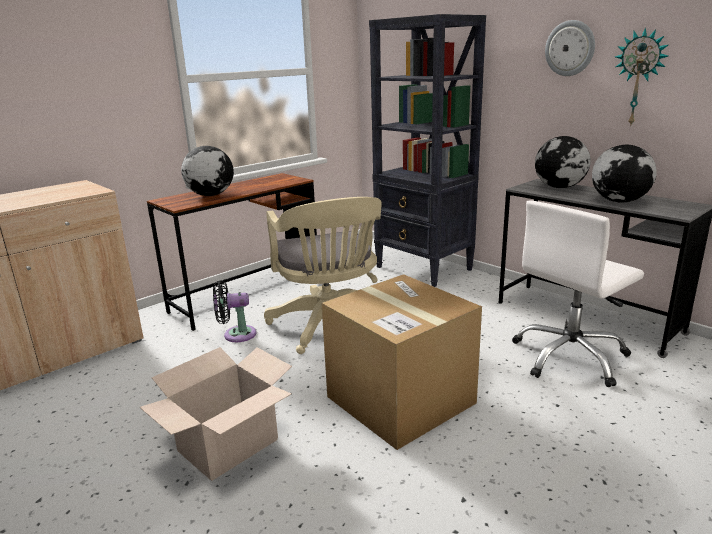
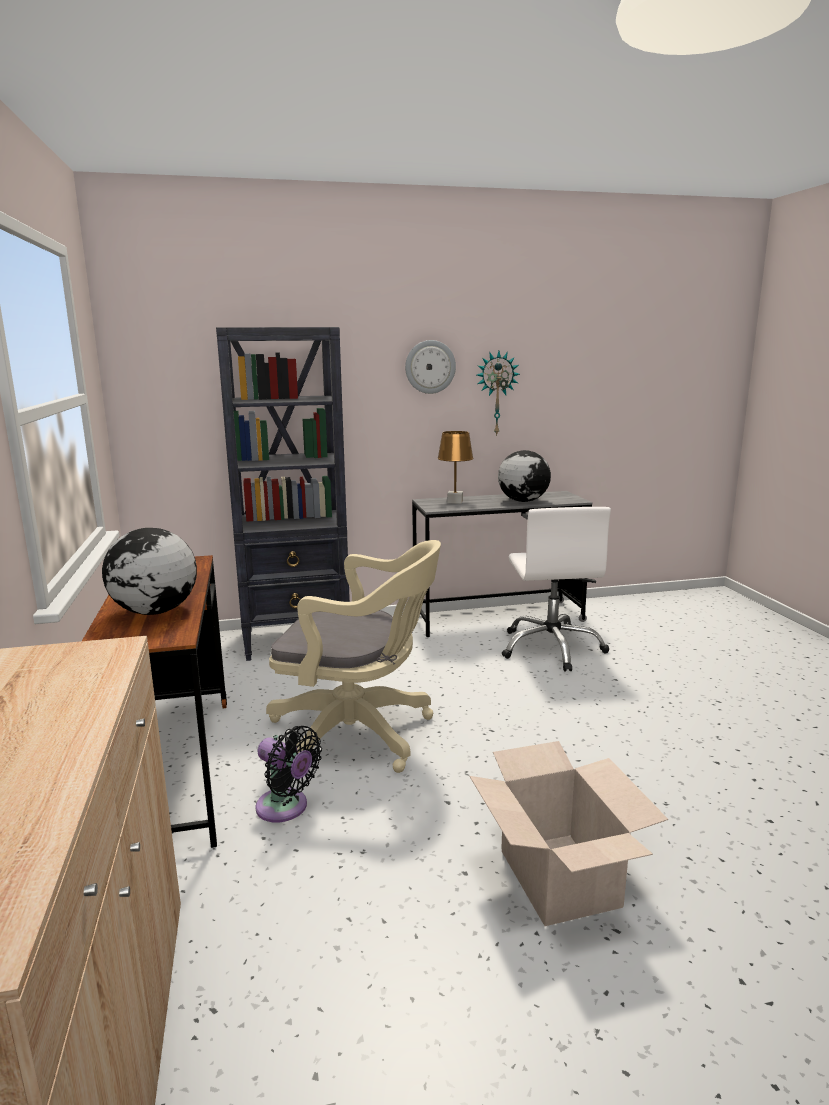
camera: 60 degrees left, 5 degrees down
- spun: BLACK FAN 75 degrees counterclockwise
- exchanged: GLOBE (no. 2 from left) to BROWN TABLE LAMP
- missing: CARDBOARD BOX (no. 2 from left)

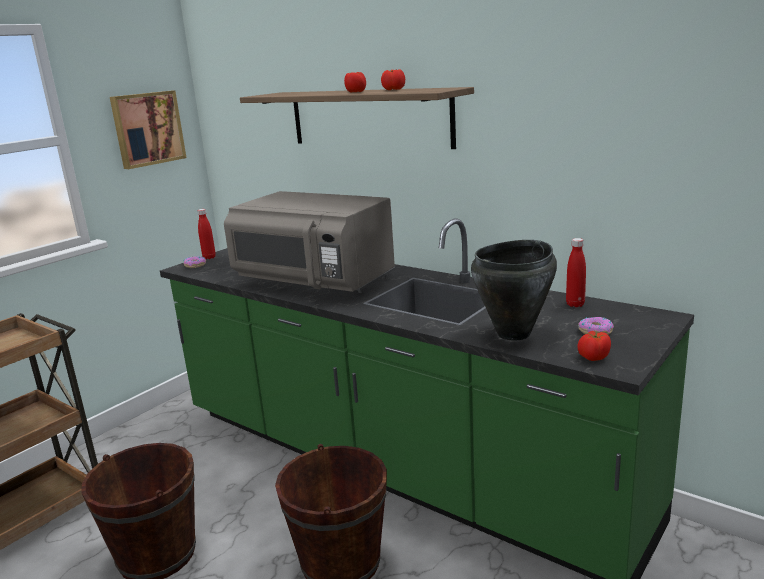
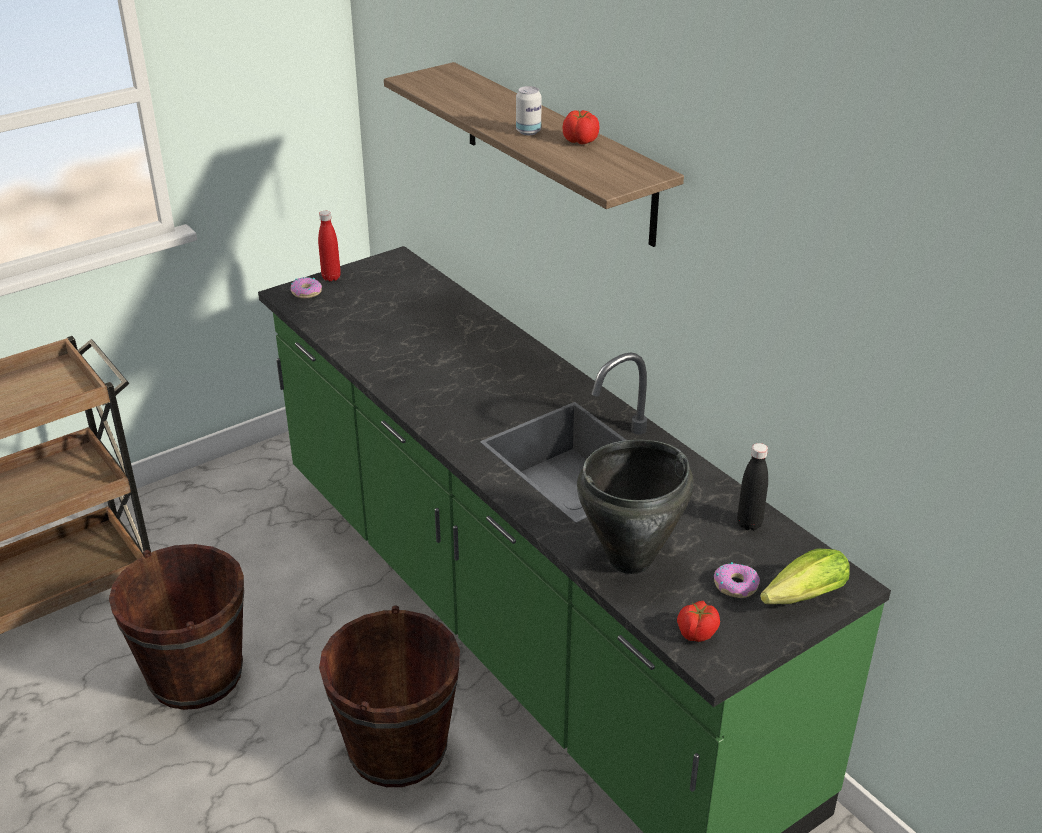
camera: 15 degrees right, 15 degrees up
- exchanged: TOMATO (no. 1 from left) to CAN
- colour: RED BOTTLE (no. 2 from left) to BLACK BOTTLE
- appeared: LETTUCE
- missing: PICTURE
- missing: GREY MICROWAVE

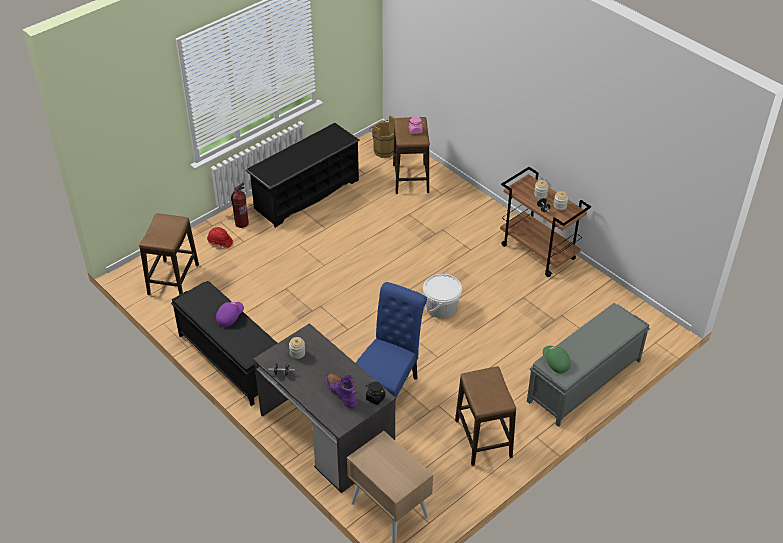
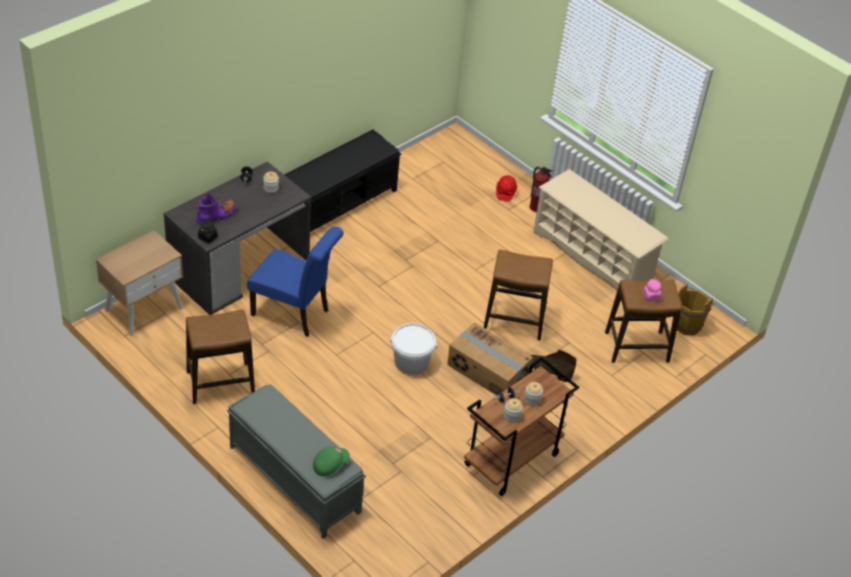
camera: 85 degrees right, 0 degrees up
- relocated: GREEN CAP
- appeared: CARDBOARD BOX
- relocated: STOOL (no. 1 from left in the first image) to STOOL (no. 2 from left)
- appeared: BROWN BOOT
- colour: BLACK SHOE RACK to BEIGE SHOE RACK
- missing: PURPLE CAP

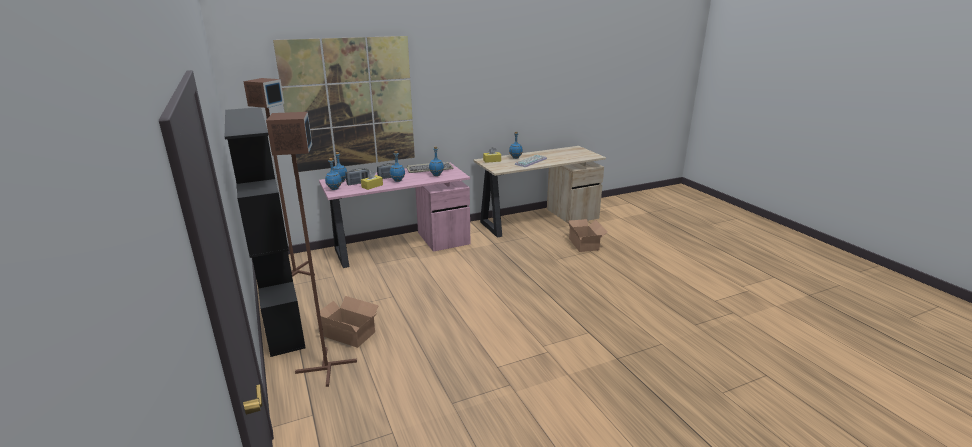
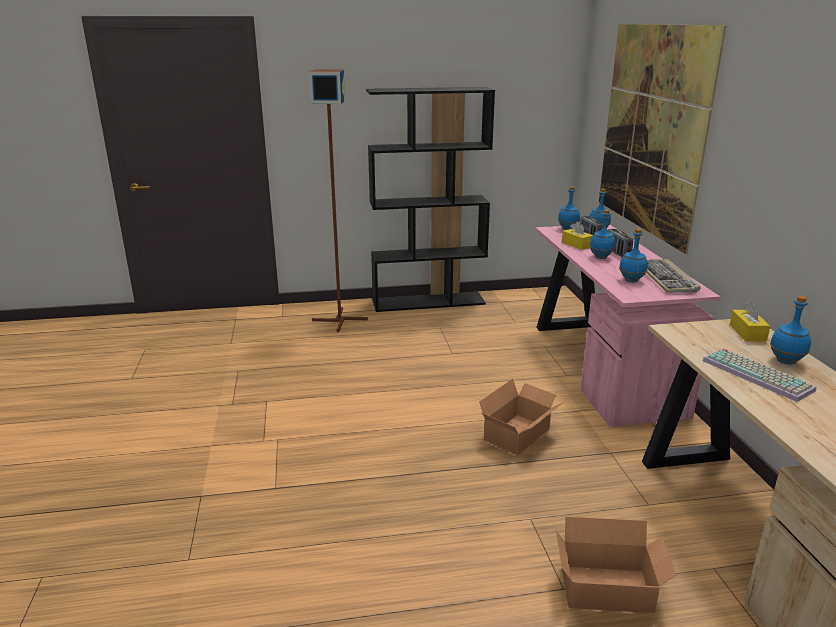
camera: 105 degrees right, 0 degrees up
- relocated: CARDBOARD BOX (no. 1 from left)
- missing: BROWN FLOOR LAMP (no. 1 from left)

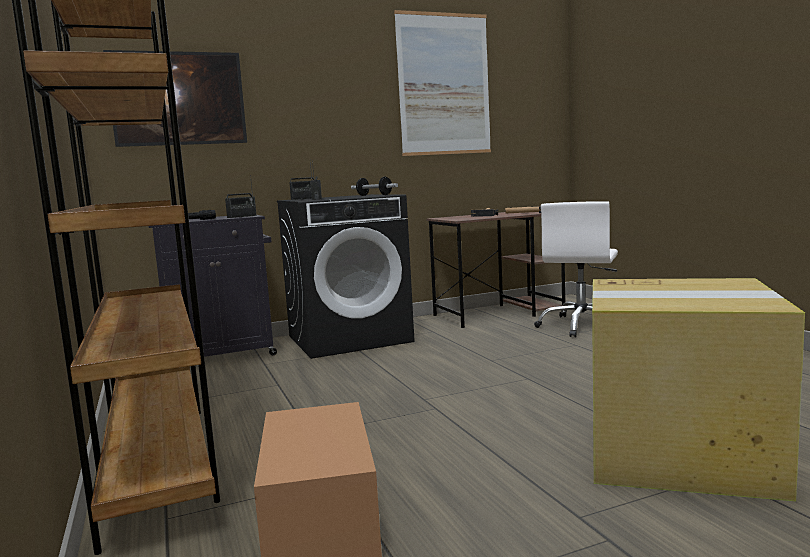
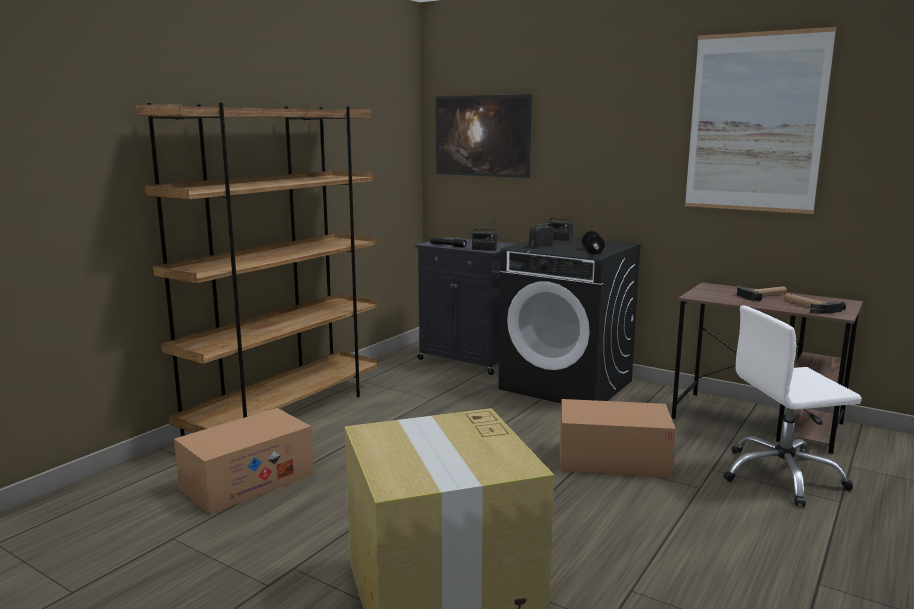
camera: 55 degrees right, 5 degrees up
- appeared: CARDBOARD BOX (no. 3 from left)

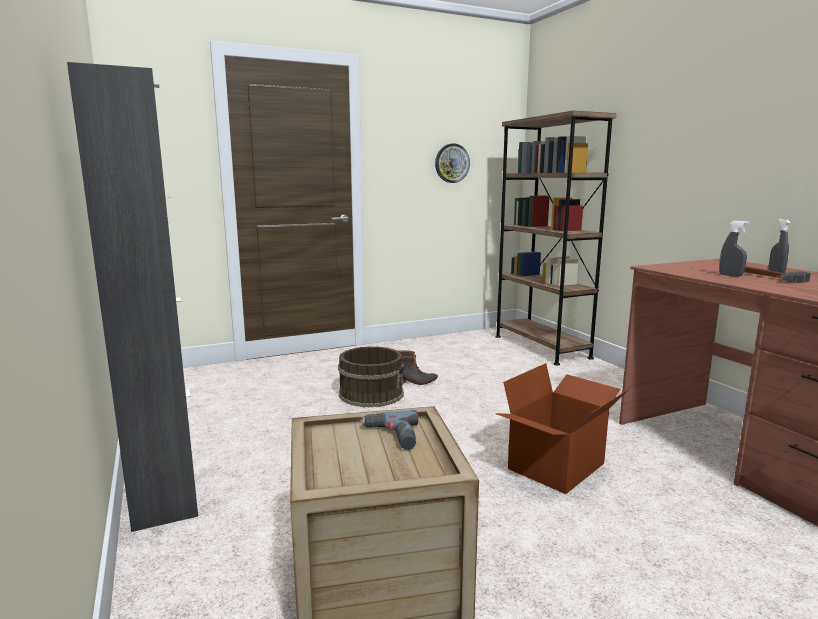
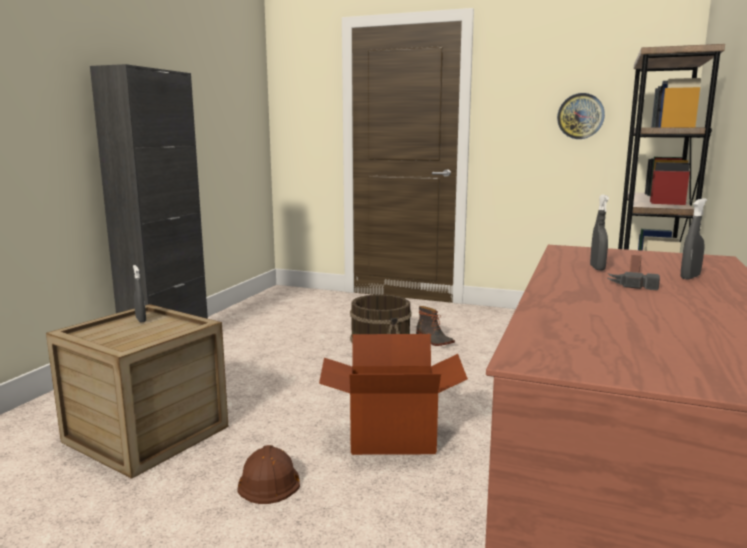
camera: 45 degrees right, 0 degrees up
- appeared: GREY SPRAY BOTTLE (no. 1 from left)
- appeared: BROWN HARD HAT
- missing: POWER DRILL

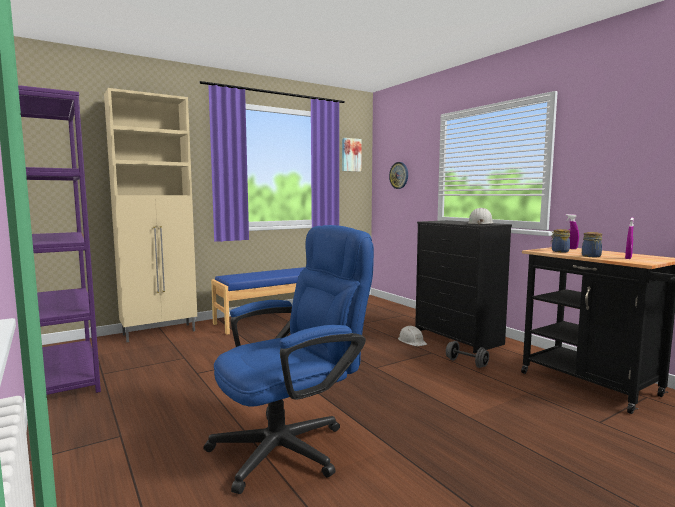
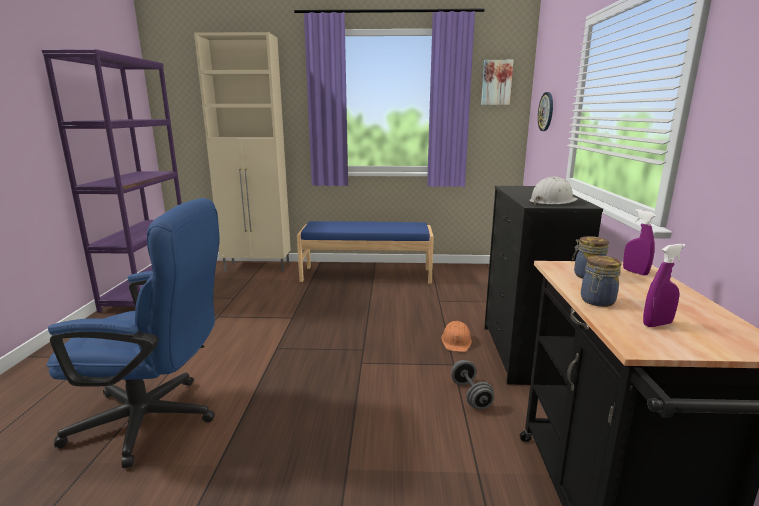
camera: 35 degrees right, 10 degrees up
- colour: WHITE HARD HAT (no. 1 from left) to ORANGE HARD HAT

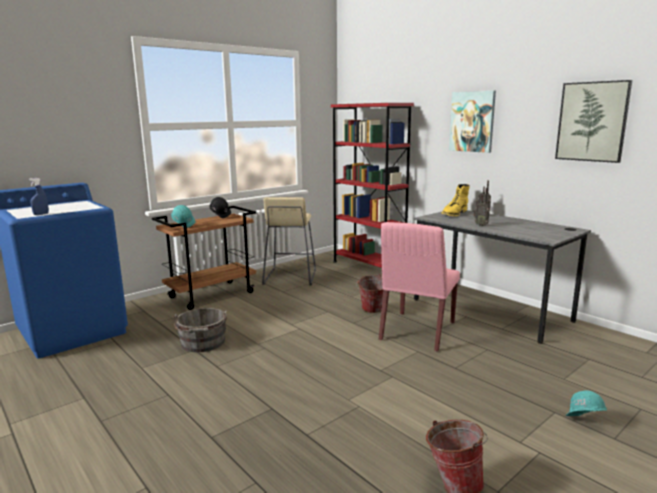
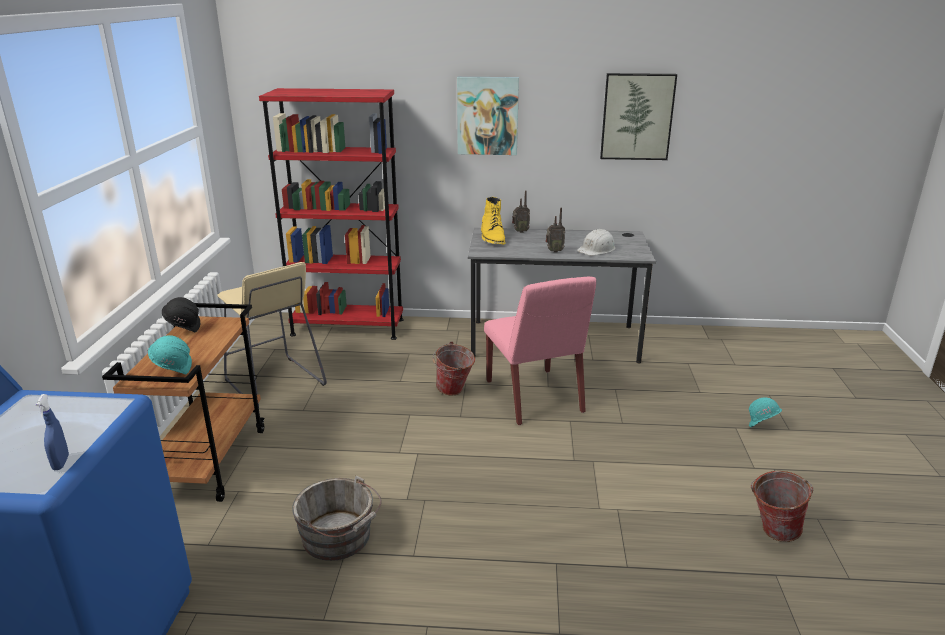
camera: 45 degrees left, 10 degrees up
- appeared: WHITE HARD HAT

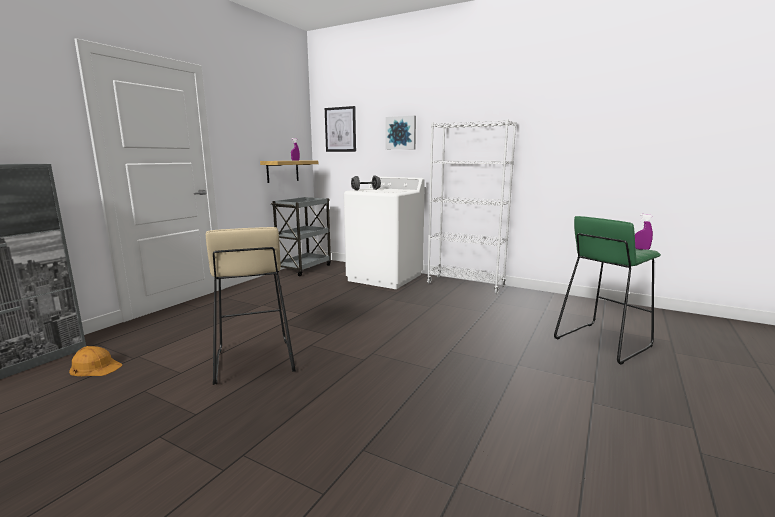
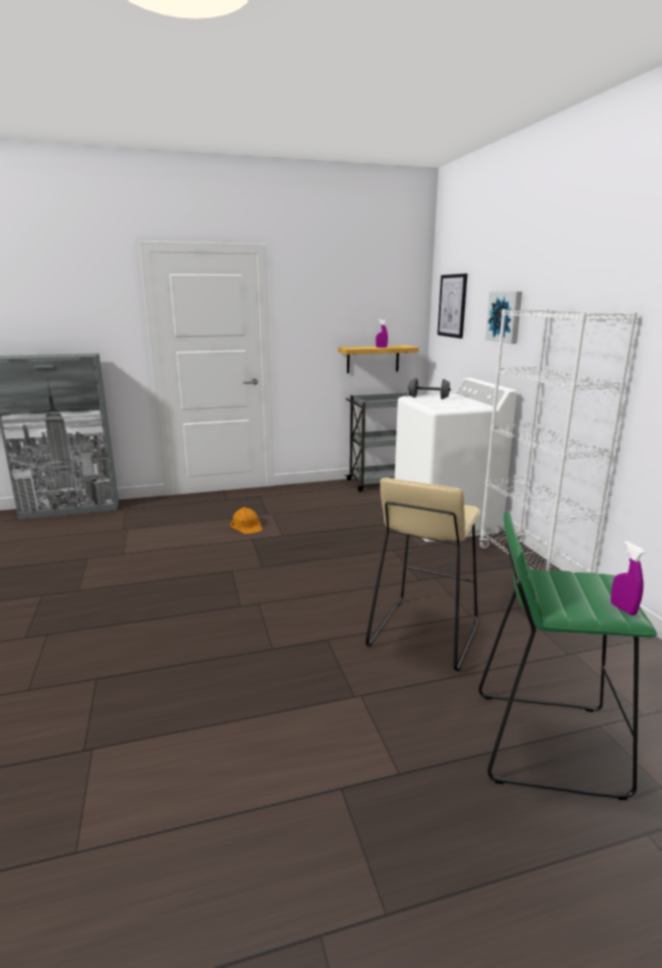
camera: 45 degrees right, 5 degrees up
- relocated: ORANGE HARD HAT
- relocated: BEIGE STOOL

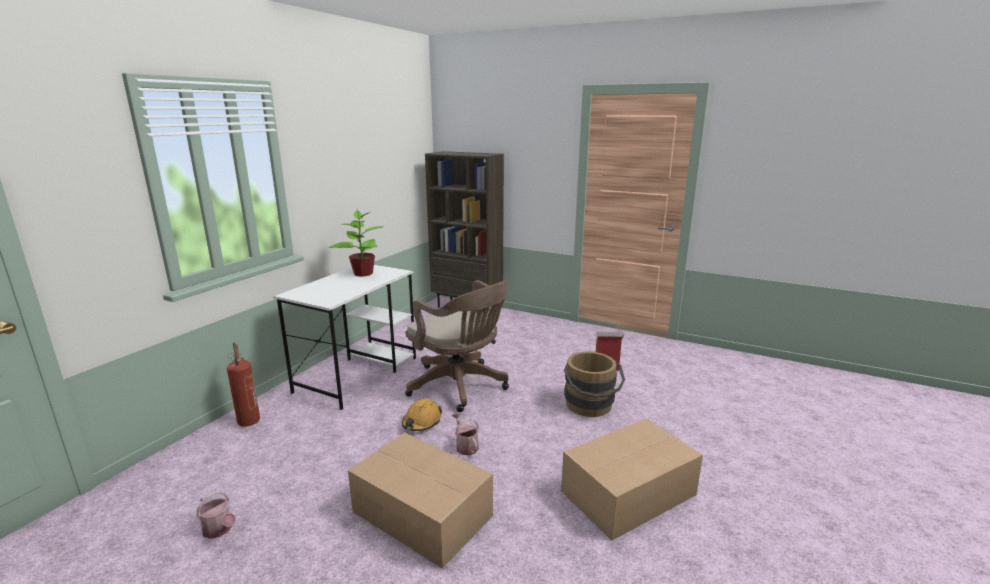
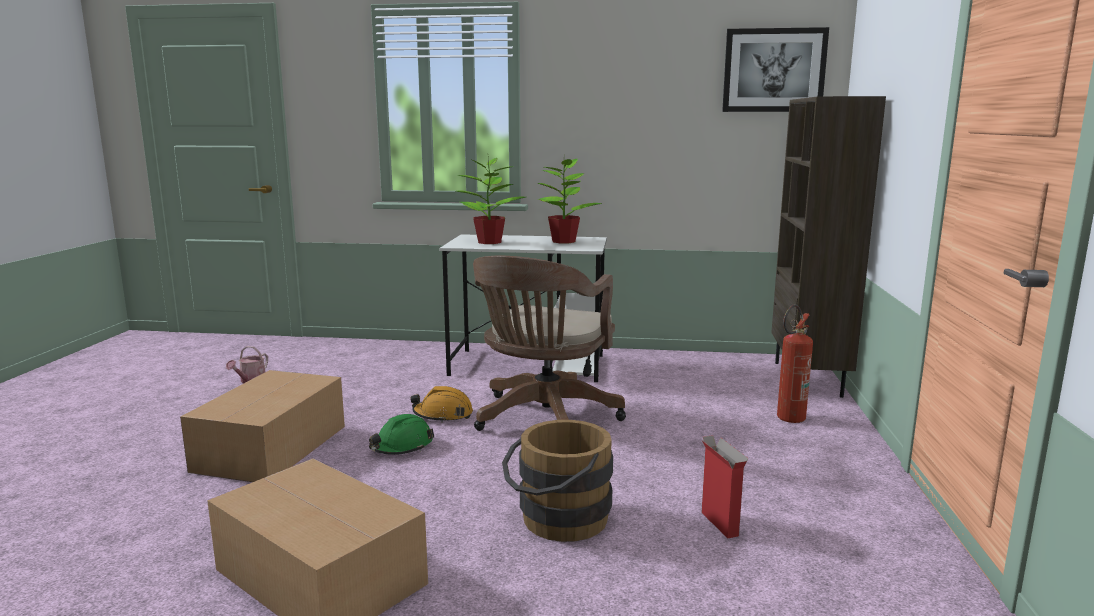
camera: 70 degrees right, 5 degrees down
- exchanged: WATERING CAN (no. 2 from left) to GREEN HARD HAT
- appeared: POTTED PLANT (no. 1 from left)
- appeared: PICTURE
- relocated: FIRE EXTINGUISHER

